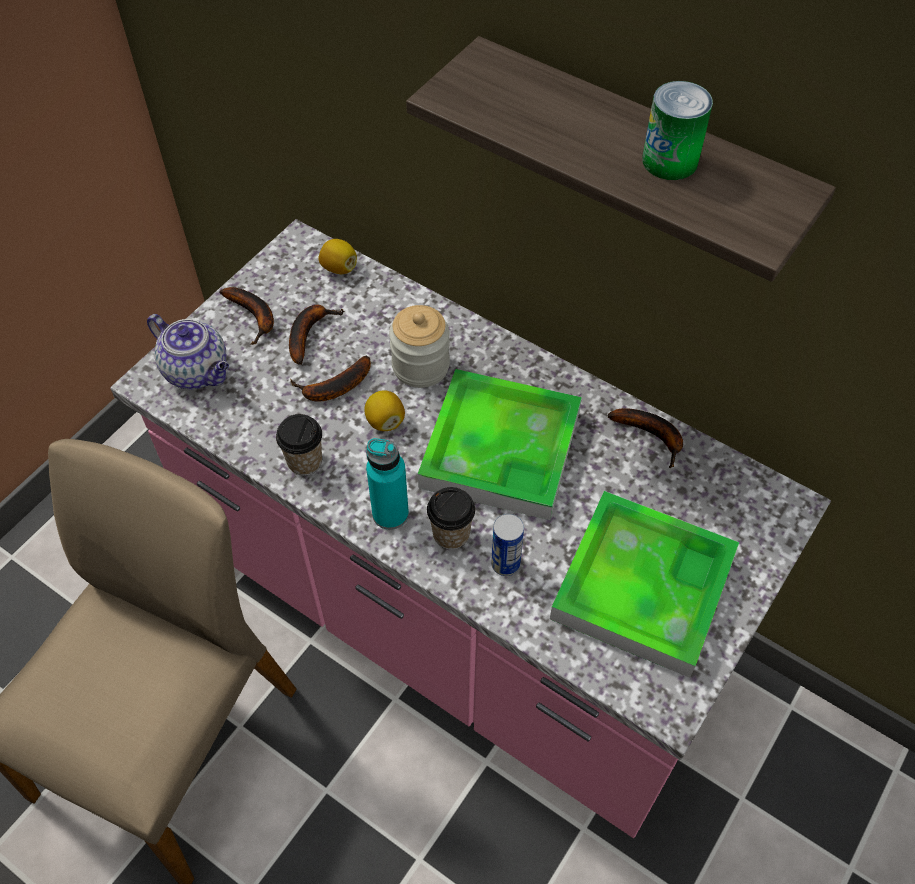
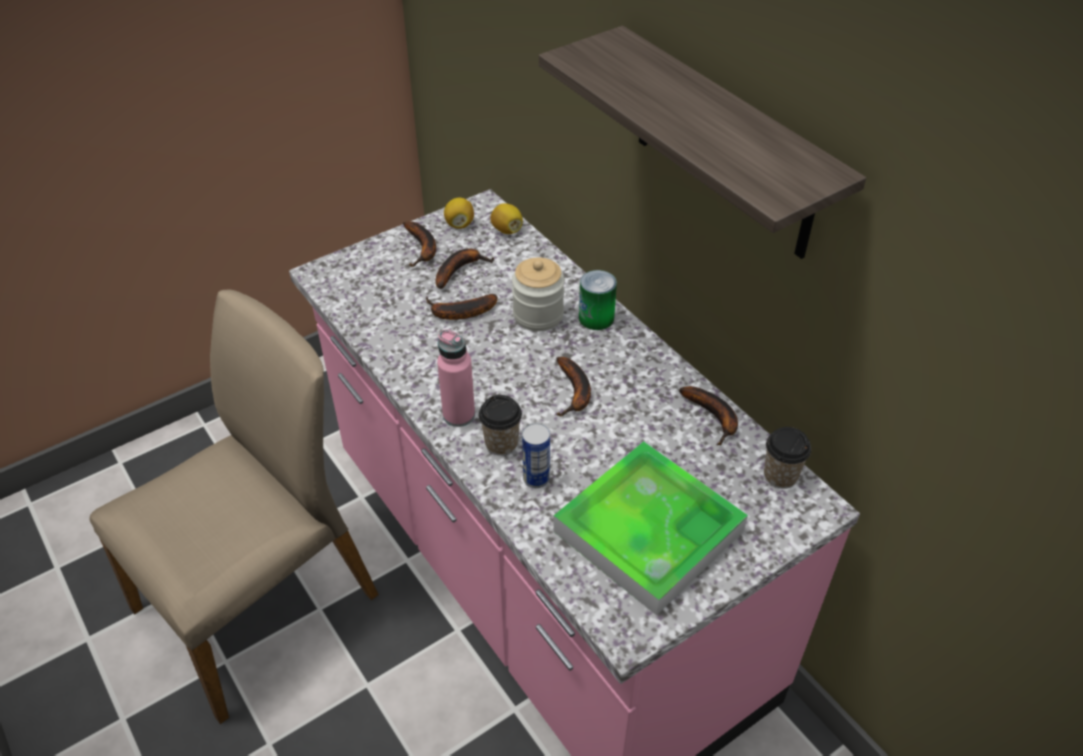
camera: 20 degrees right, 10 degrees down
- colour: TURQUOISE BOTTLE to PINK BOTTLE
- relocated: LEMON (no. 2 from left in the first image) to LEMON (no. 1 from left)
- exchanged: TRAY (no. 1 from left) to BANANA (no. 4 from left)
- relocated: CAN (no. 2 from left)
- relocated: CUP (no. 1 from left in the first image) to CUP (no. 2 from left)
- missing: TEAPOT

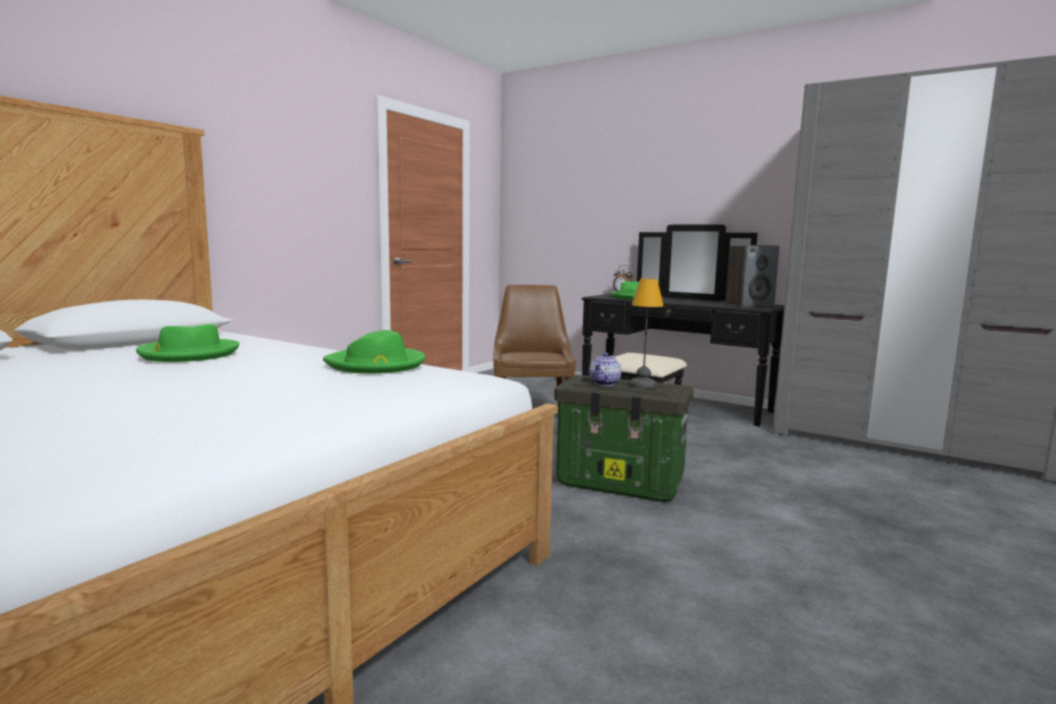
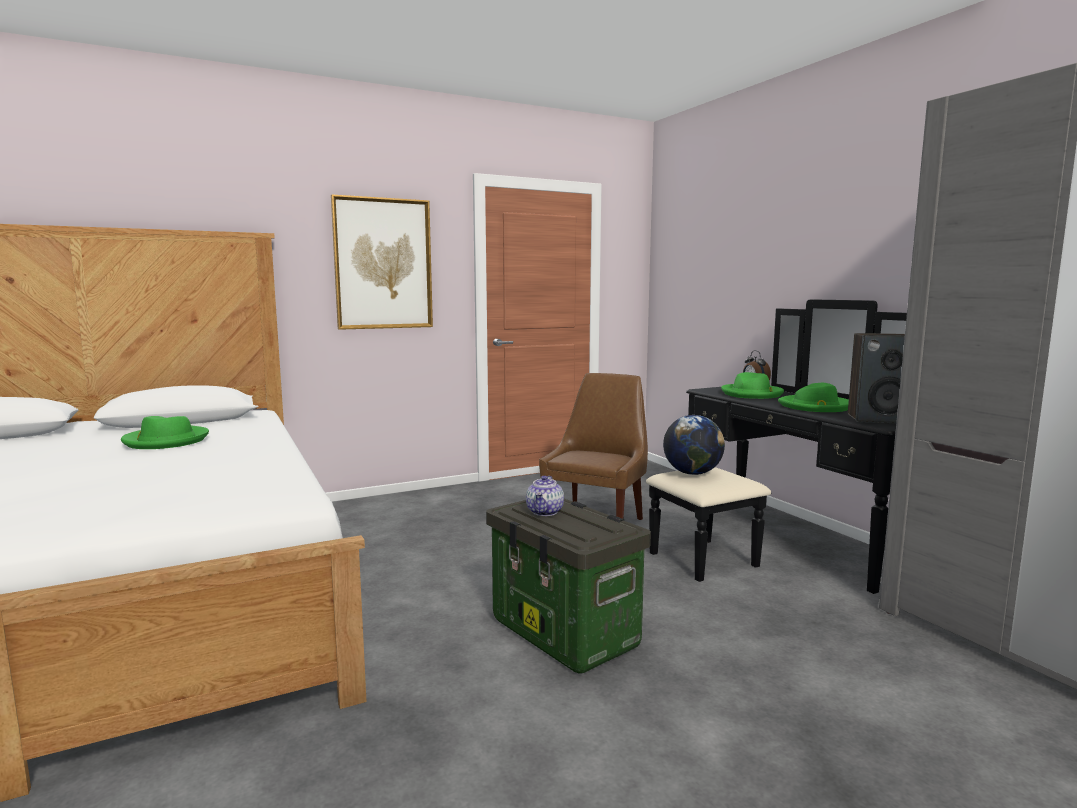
camera: 30 degrees right, 0 degrees up
- appeared: PICTURE
- spun: TEAPOT 45 degrees counterclockwise
- appeared: GLOBE
- relocated: GREEN HAT (no. 2 from left in the first image) to GREEN HAT (no. 3 from left)
- missing: TABLE LAMP

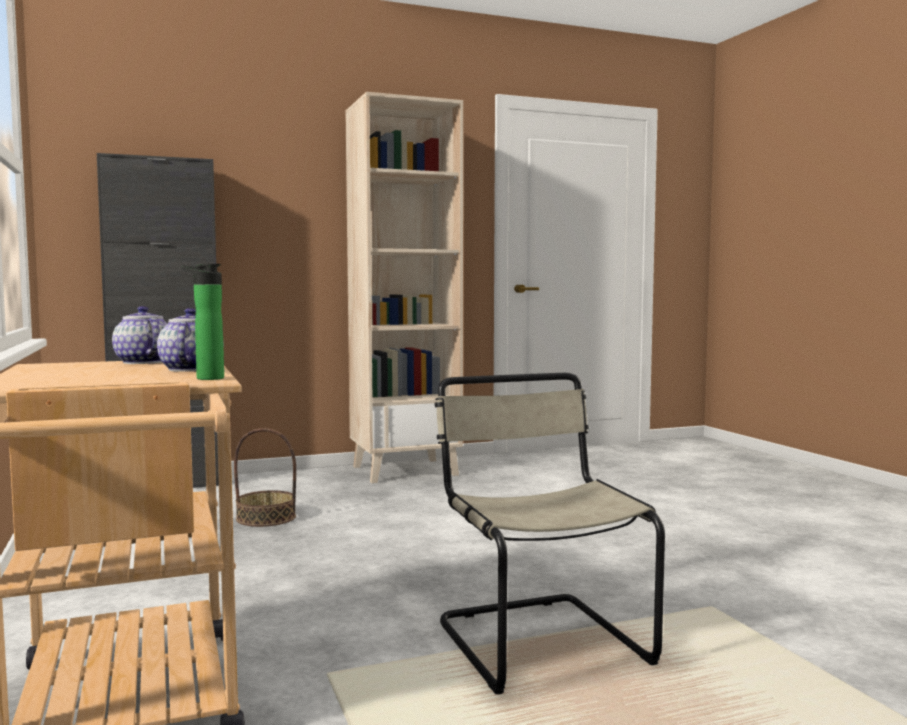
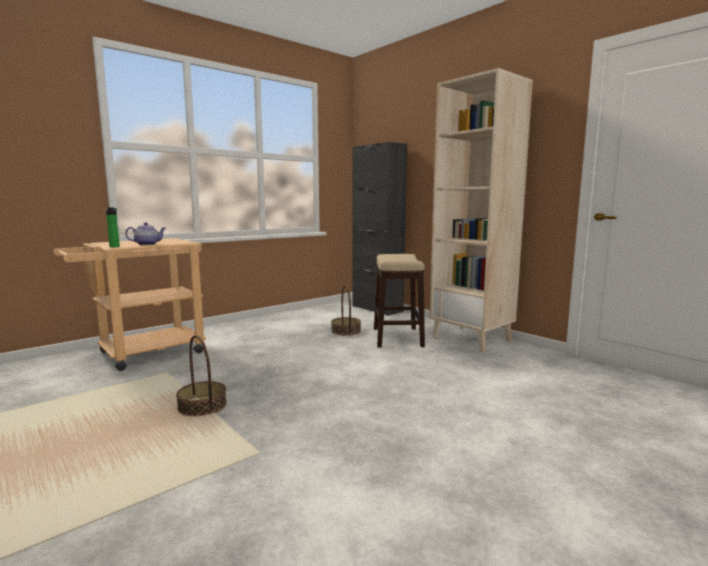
camera: 70 degrees right, 5 degrees up
- exchanged: BEIGE CHAIR to BASKET (no. 1 from left)
- appeared: STOOL
- missing: TEAPOT (no. 1 from left)

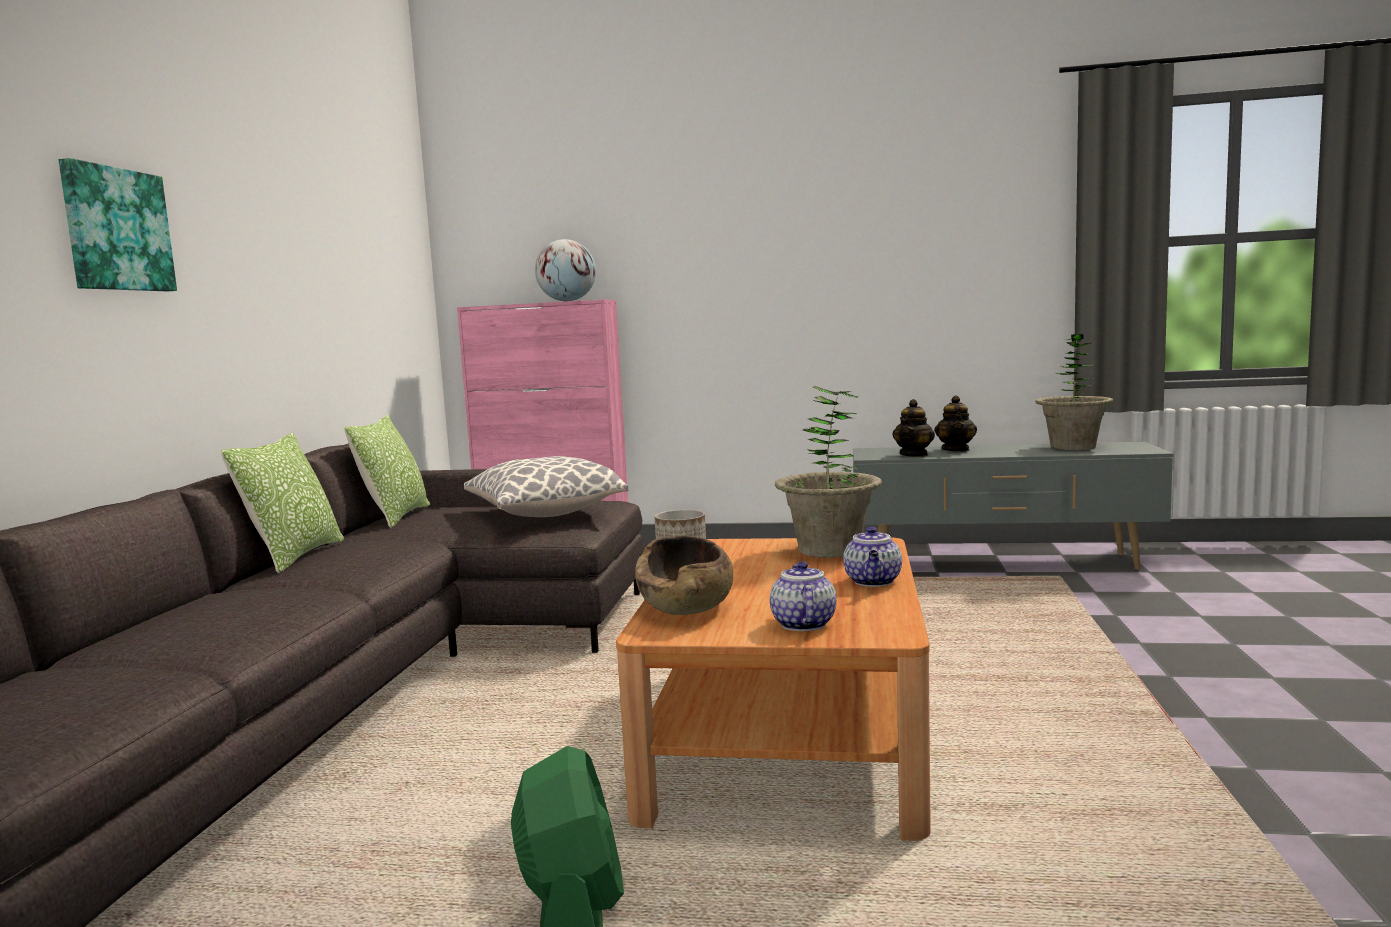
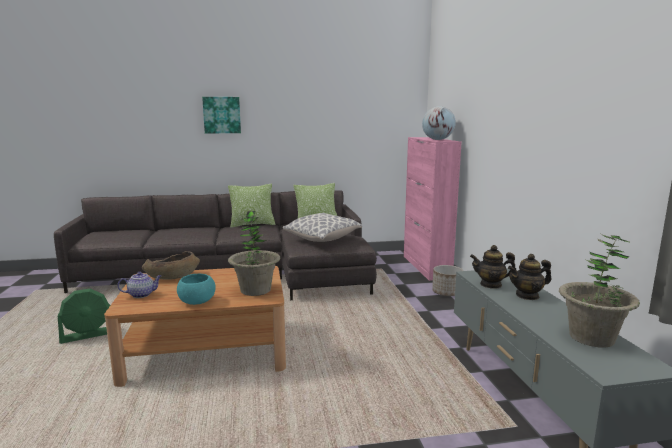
camera: 70 degrees right, 5 degrees up
- exchanged: TEAPOT (no. 2 from left) to TURQUOISE BOWL

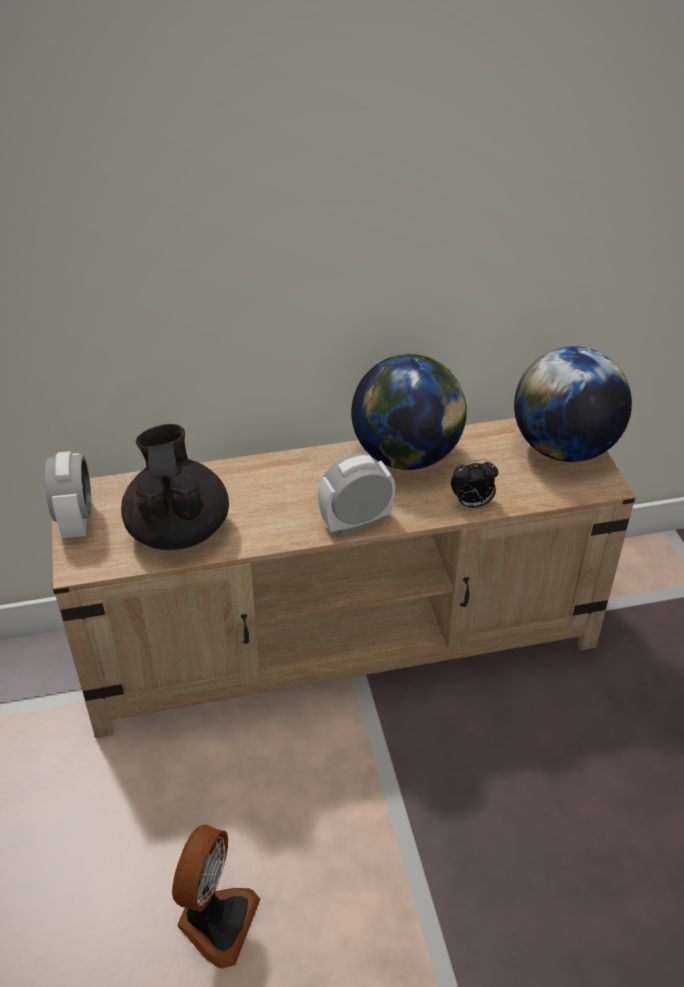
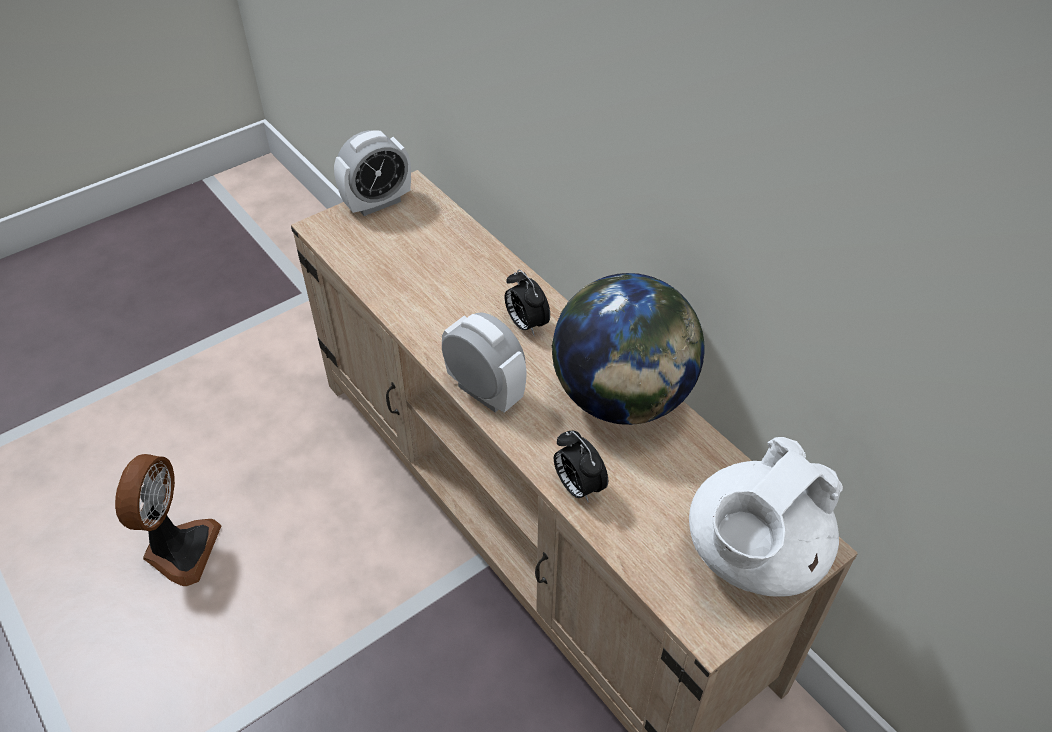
camera: 65 degrees right, 5 degrees up
- spun: FAN 75 degrees counterclockwise
- appeared: ALARM CLOCK (no. 3 from left)
- exchanged: GLOBE (no. 2 from left) to WHITE TEAPOT
- missing: BLACK TEAPOT

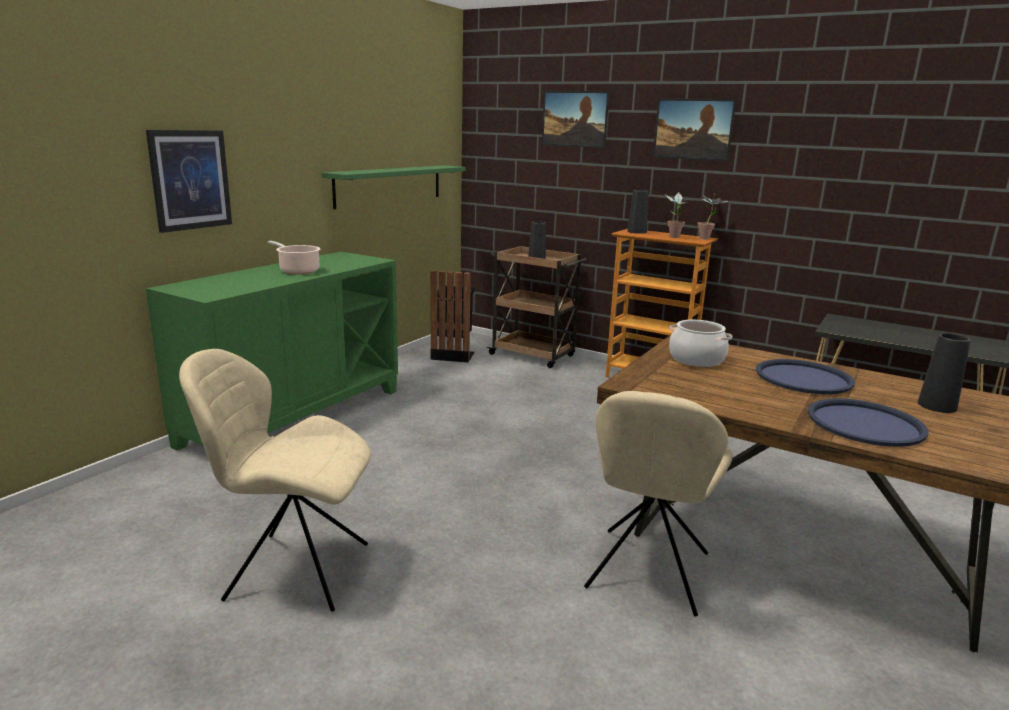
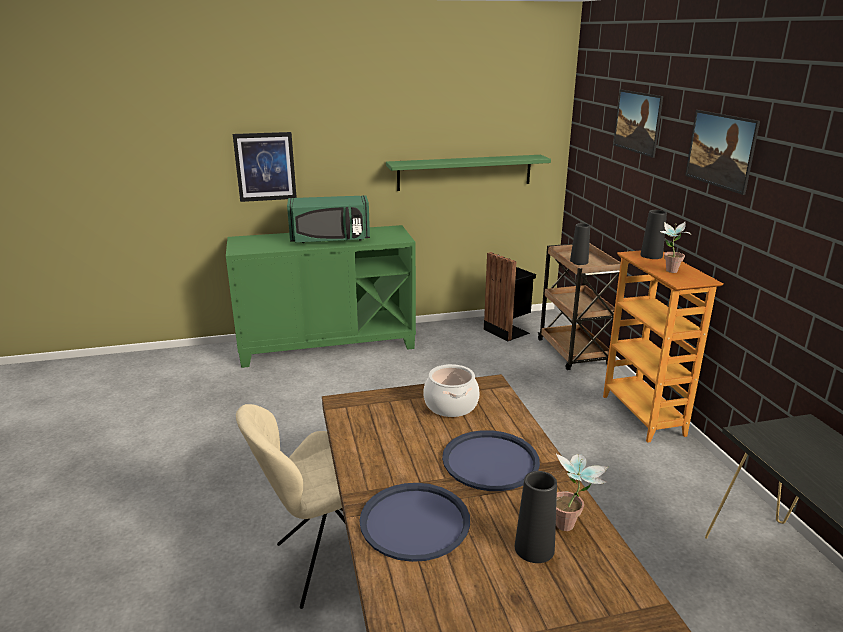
camera: 45 degrees right, 5 degrees up
- exchanged: COOKING POT (no. 1 from left) to GREEN MICROWAVE
- relocated: POTTED PLANT (no. 2 from left in the first image) to POTTED PLANT (no. 1 from left)
- missing: BEIGE CHAIR (no. 1 from left)

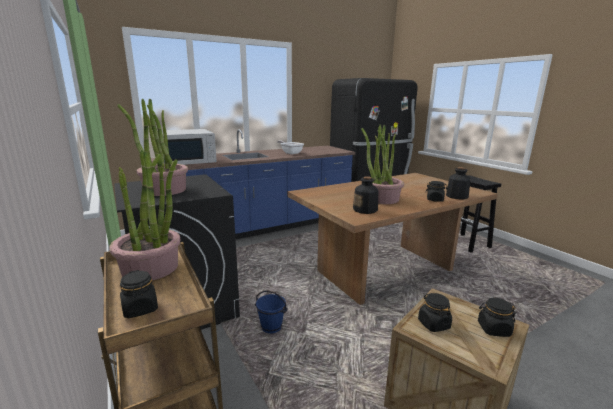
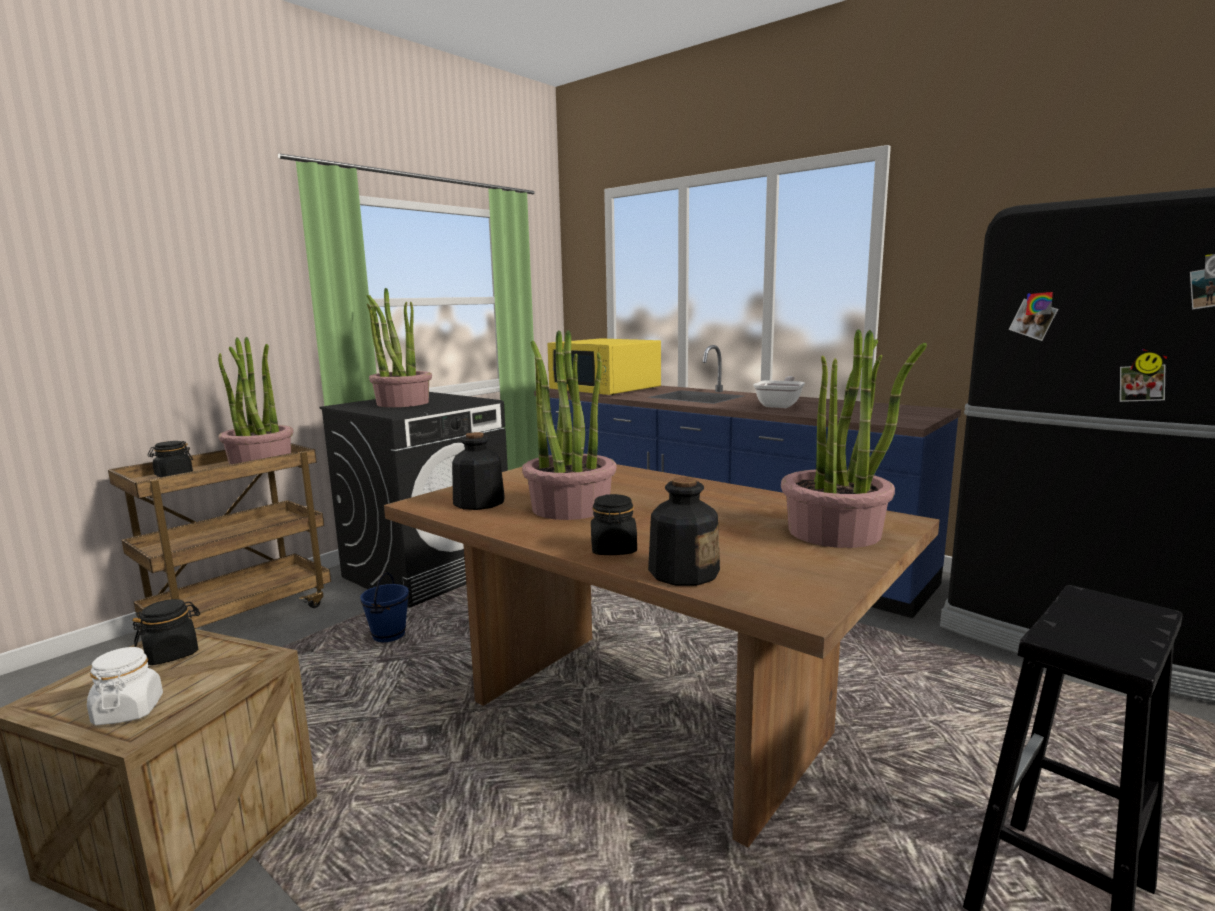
camera: 70 degrees right, 5 degrees down
- colour: BLACK JAR (no. 4 from left) to WHITE JAR
- colour: WHITE MICROWAVE to YELLOW MICROWAVE
- appeared: POTTED PLANT (no. 4 from left)

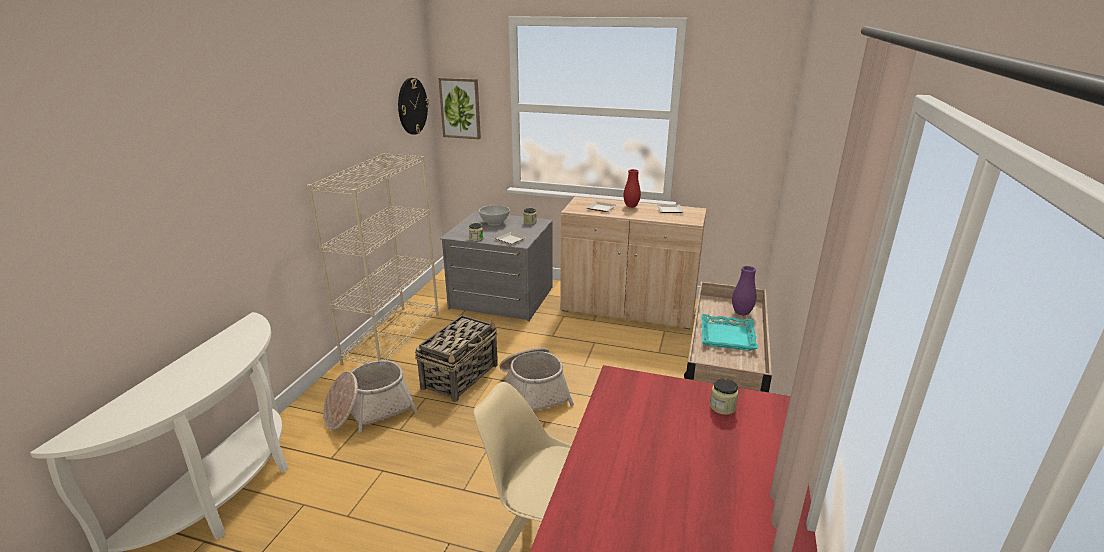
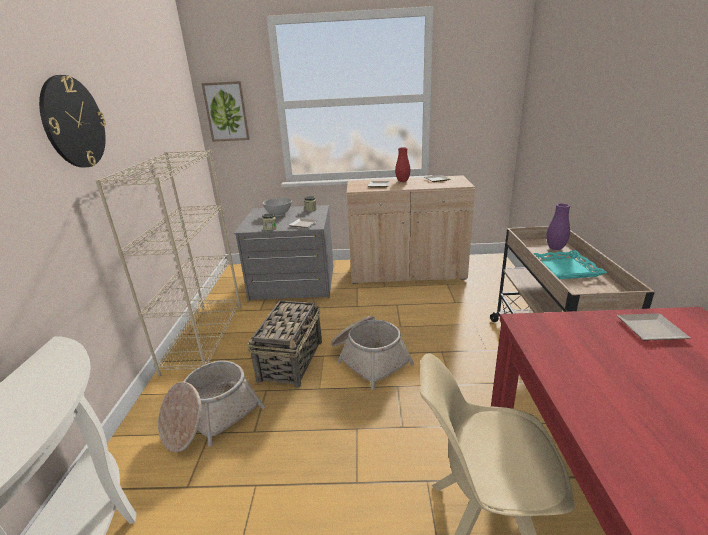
camera: 15 degrees left, 0 degrees up
- relocated: WALL CLOCK
- exchanged: JAR (no. 3 from left) to PLATE (no. 4 from left)

